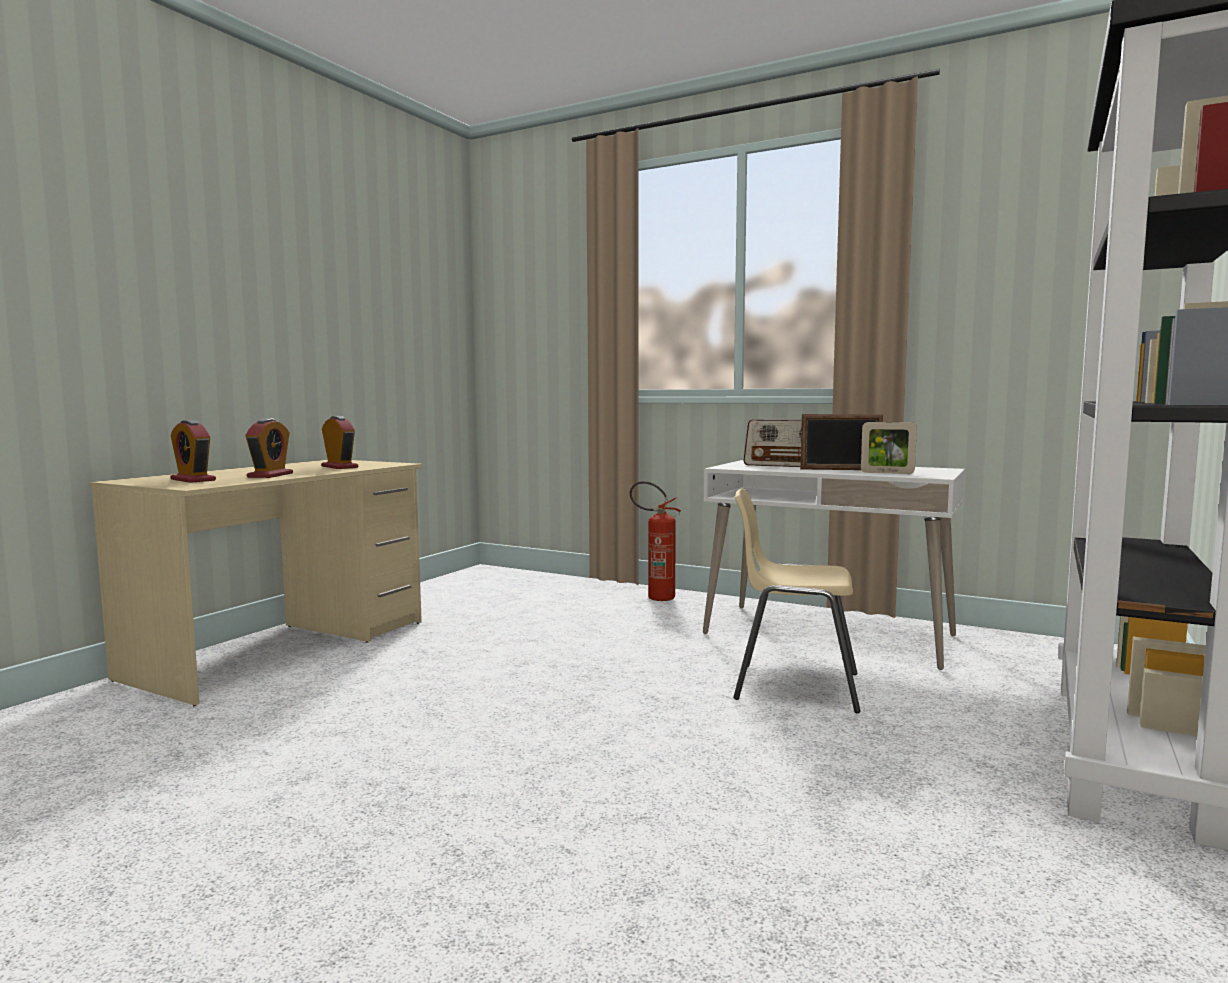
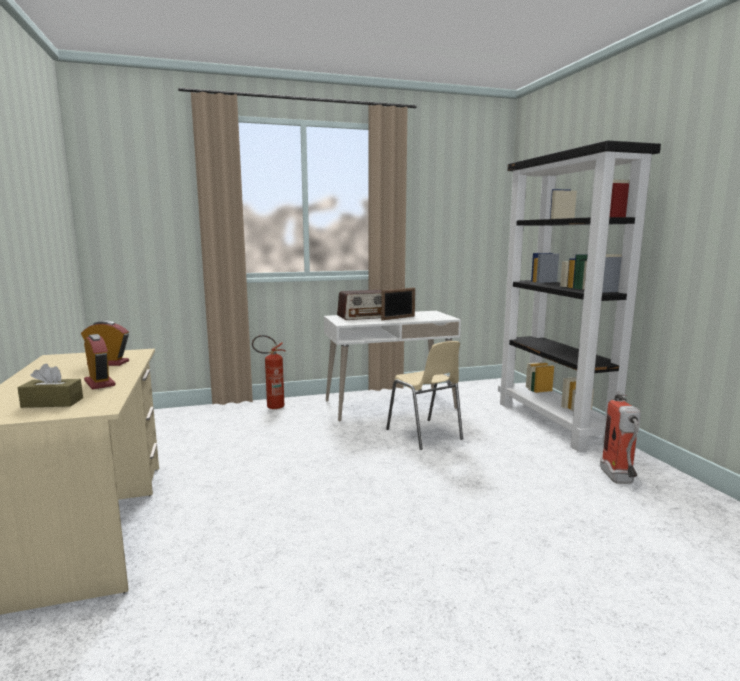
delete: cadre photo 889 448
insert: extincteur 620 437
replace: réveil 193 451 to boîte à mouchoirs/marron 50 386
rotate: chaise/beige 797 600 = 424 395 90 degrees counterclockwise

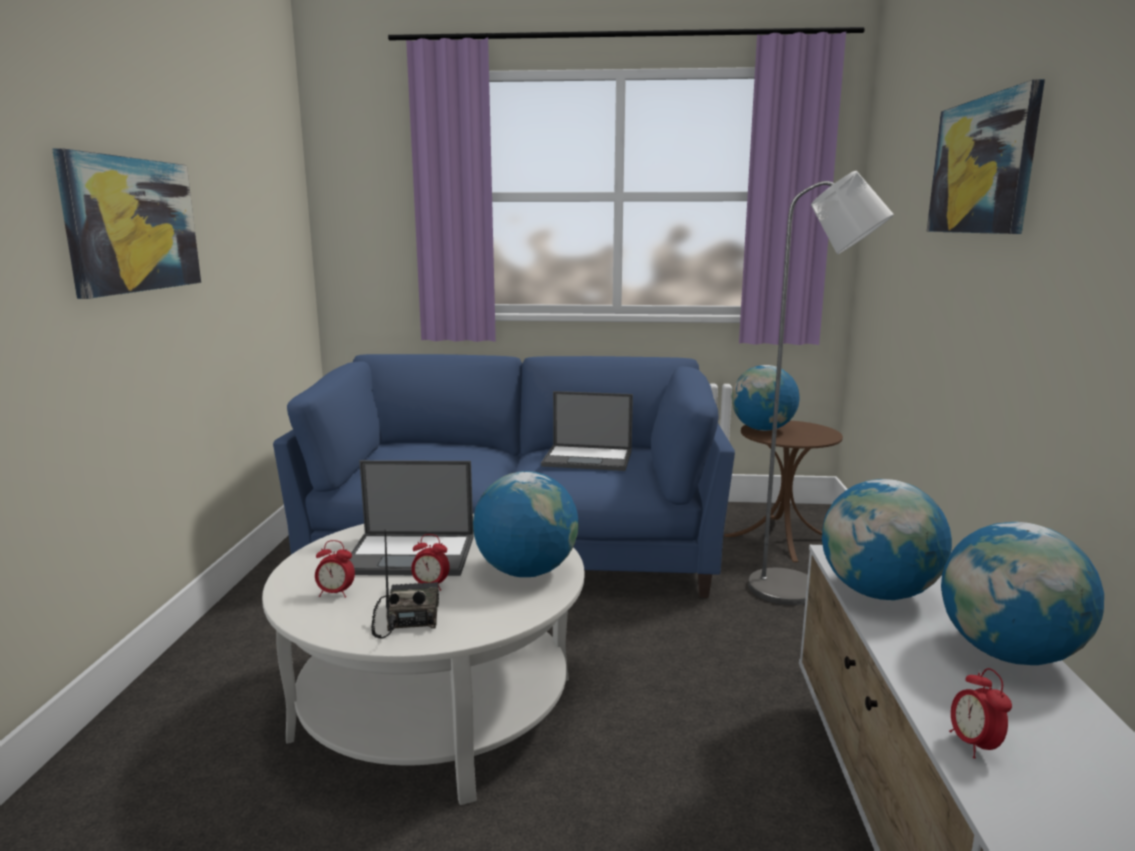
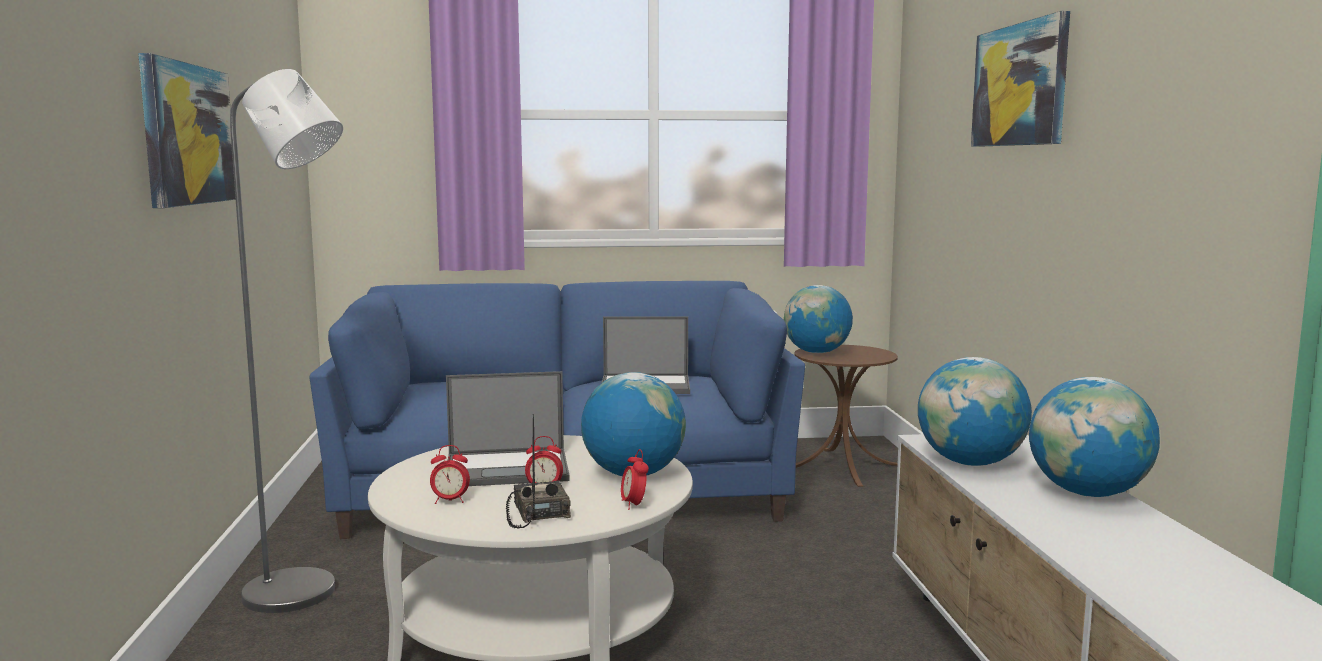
move: lampadaire/gris 821 388 to 286 341; réveil 980 713 to 635 479

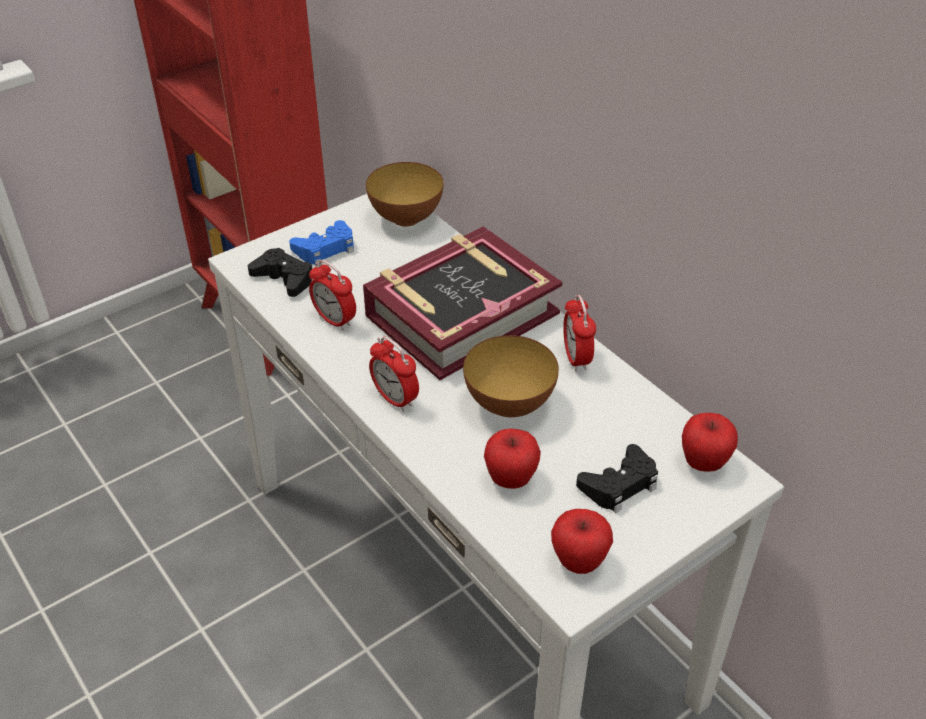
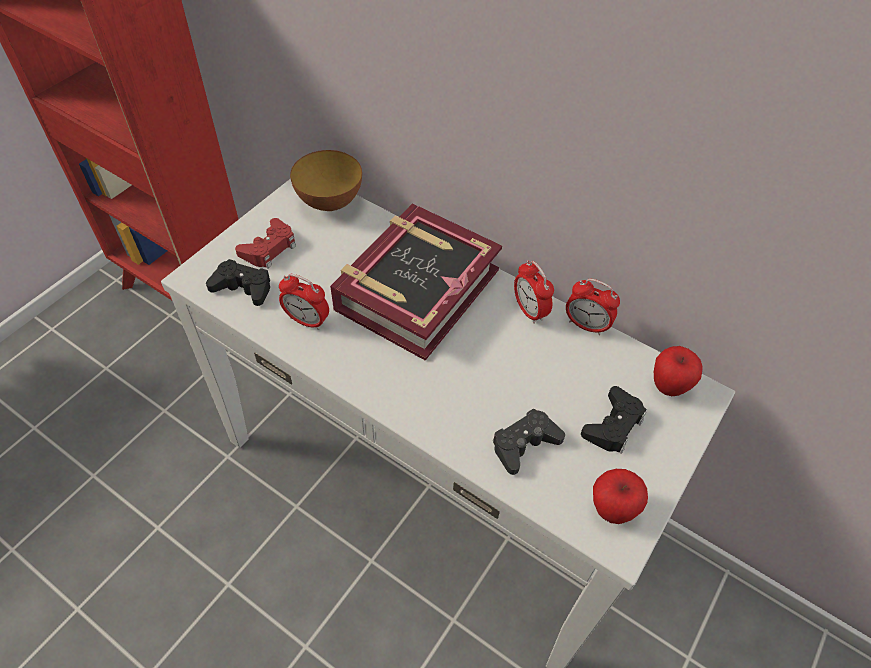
delete: bol 511 376
move: réveil 394 374 to 593 307
replace: pomme 512 459 to manette/noir 529 441
recolor: manette/bleu 321 243 to manette/rouge 265 243

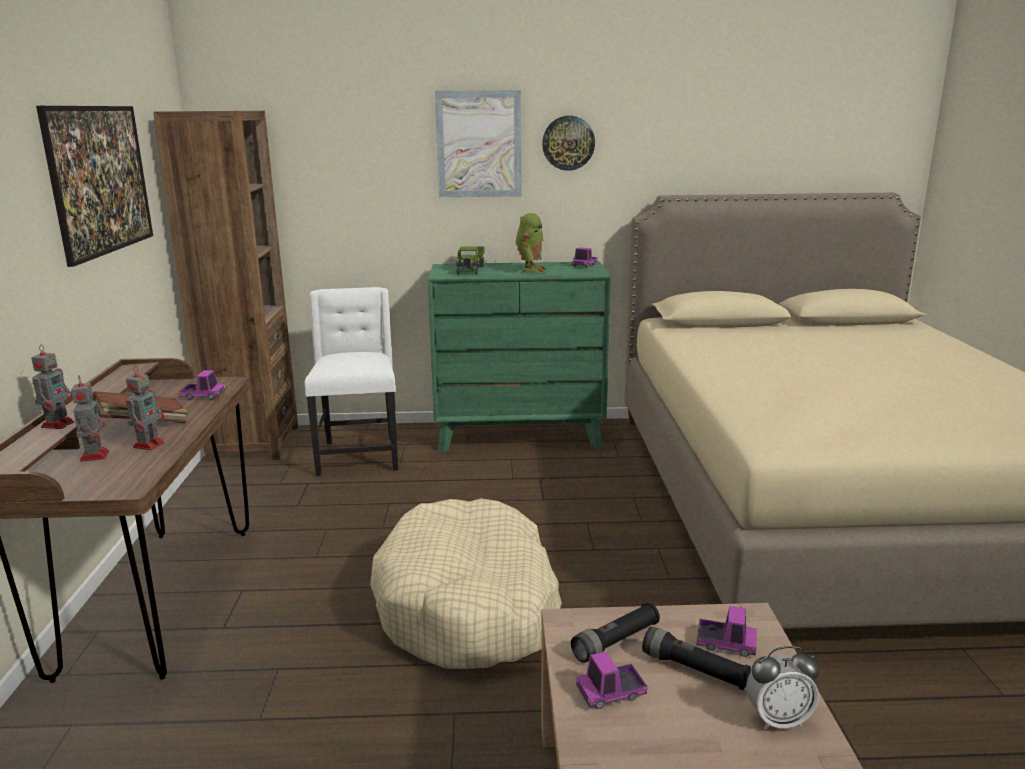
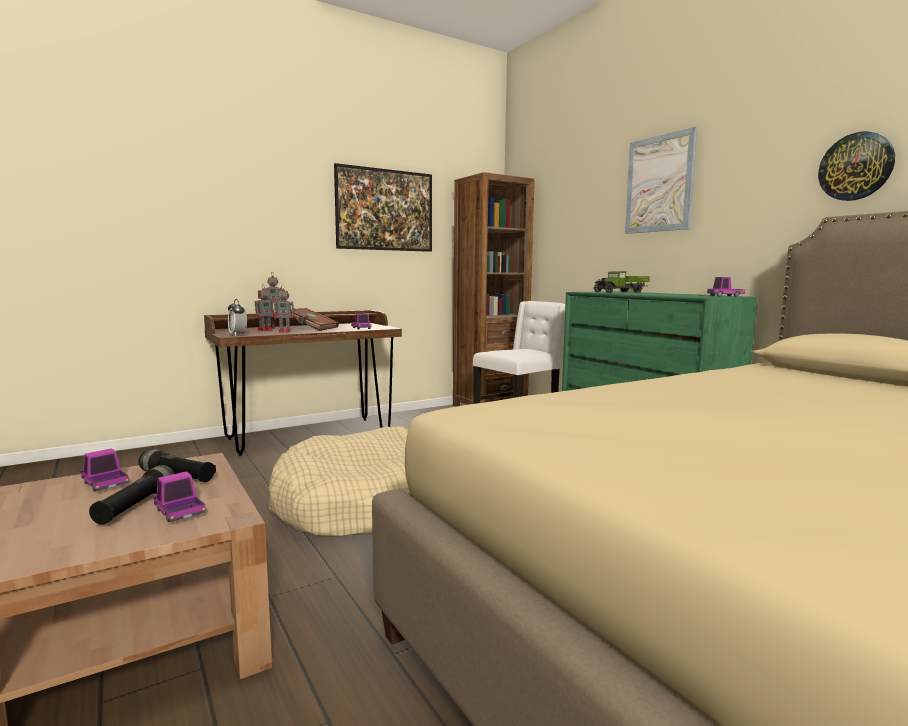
delete: robot jouet 531 243
move: réveil 782 688 to 237 317; horloge murale 568 143 to 856 166
rotate: camion jouet 726 631 = 179 496 150 degrees clockwise

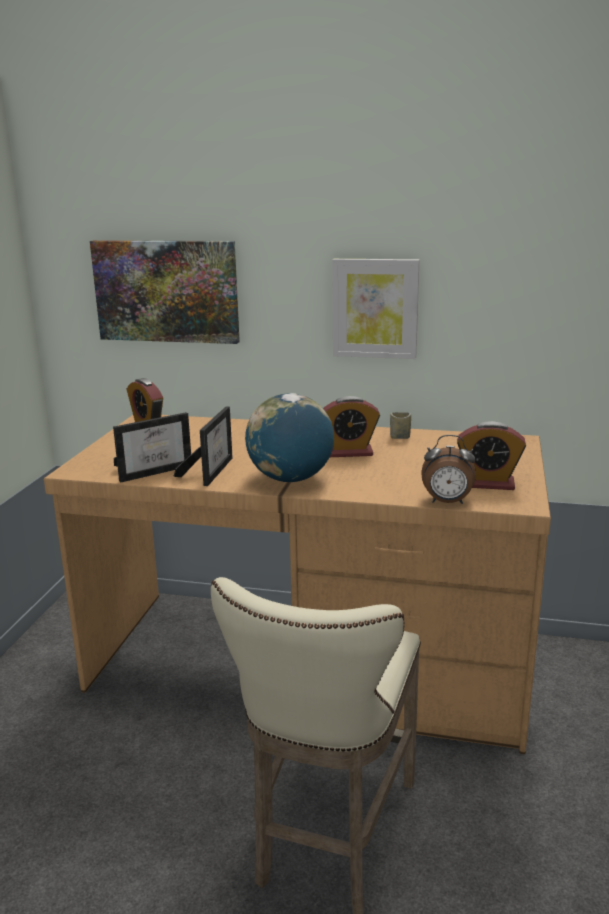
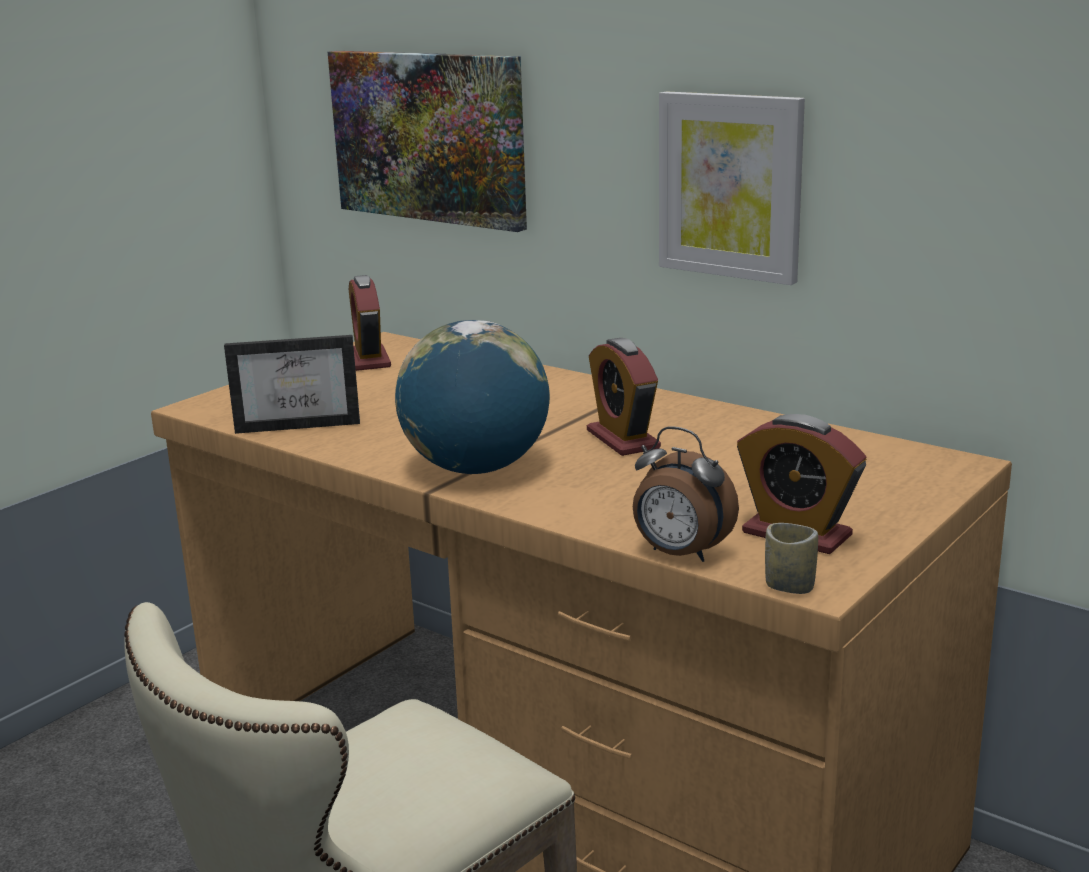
delete: cadre photo 203 446
move: tasse 400 425 to 791 558
rotate: réveil 351 426 = 624 397 45 degrees clockwise

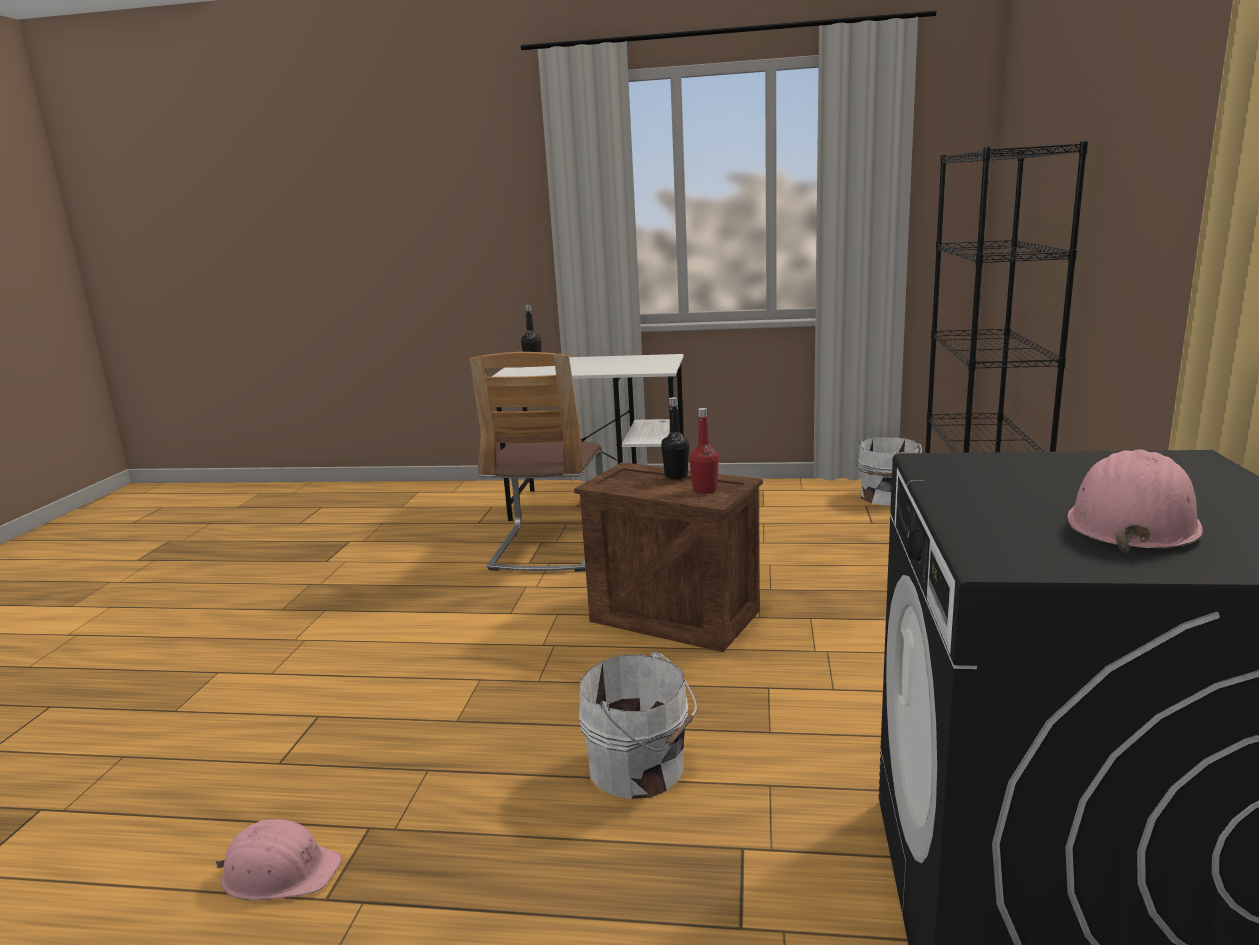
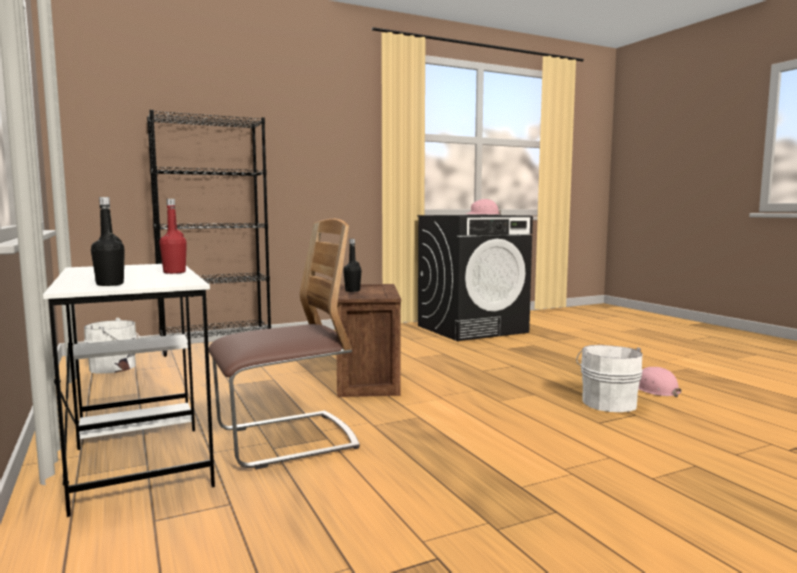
move: bouteille/rouge 704 451 to 173 236; seau/blanc 638 725 to 609 378

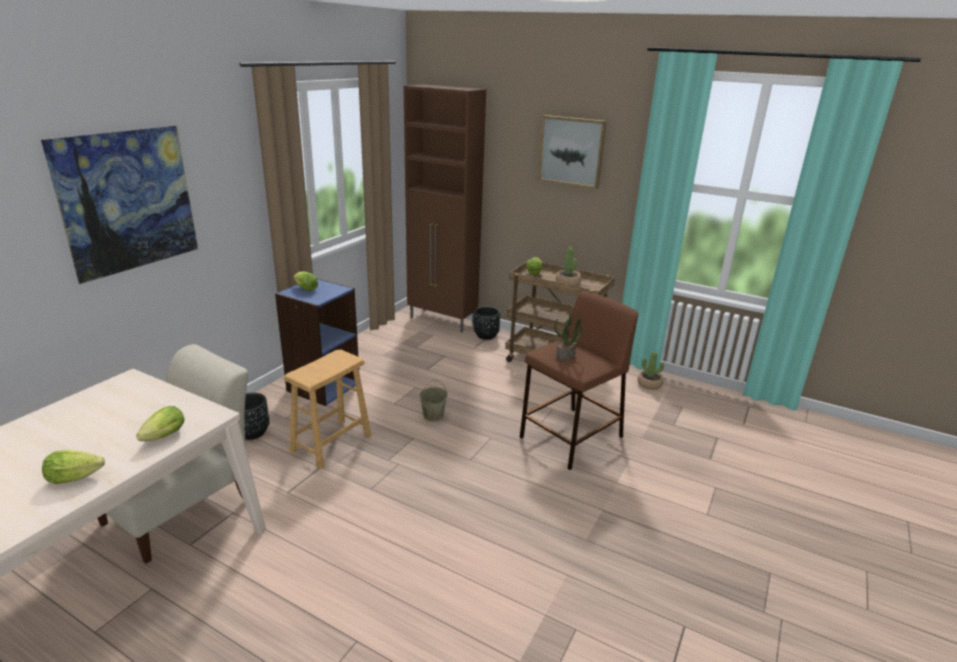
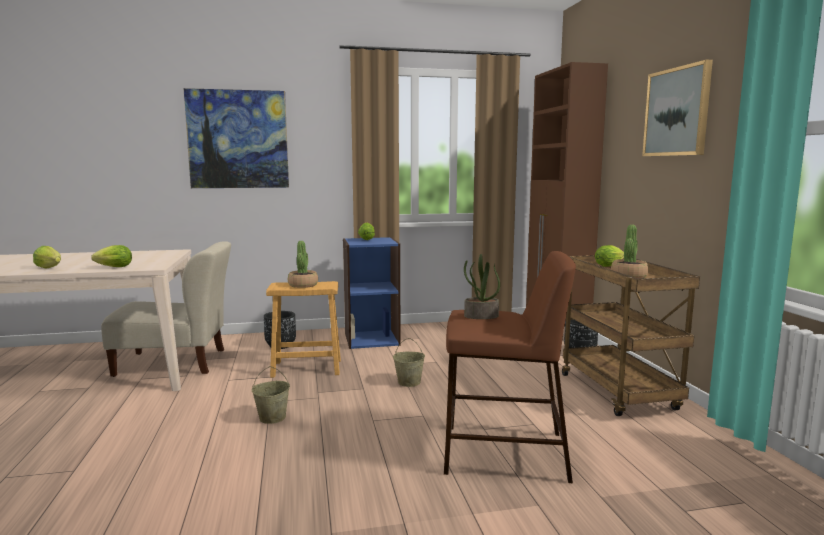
insert: seau/beige 271 395
move: plante en pot 651 370 to 303 264

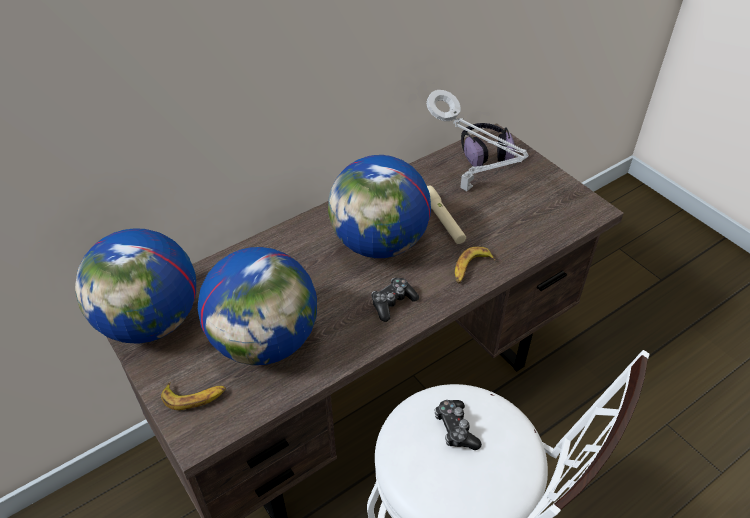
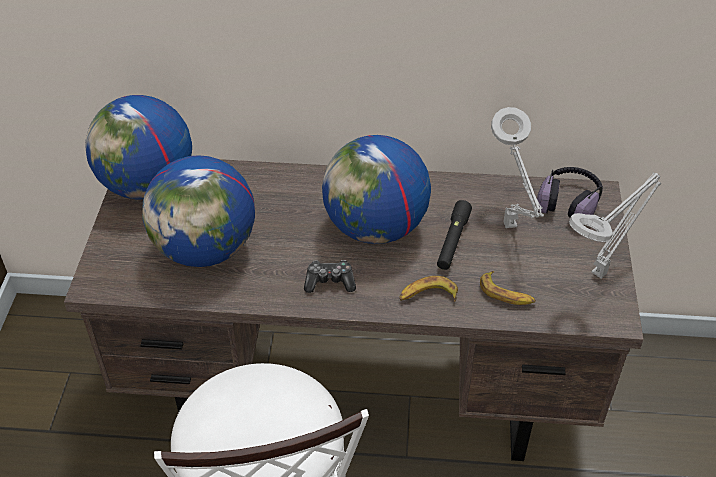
delete: manette 458 425
insert: lampe de table/gris 615 226
move: banane 193 396 to 508 288
recolor: lampe de poche/beige 446 214 to lampe de poche/noir 454 235

